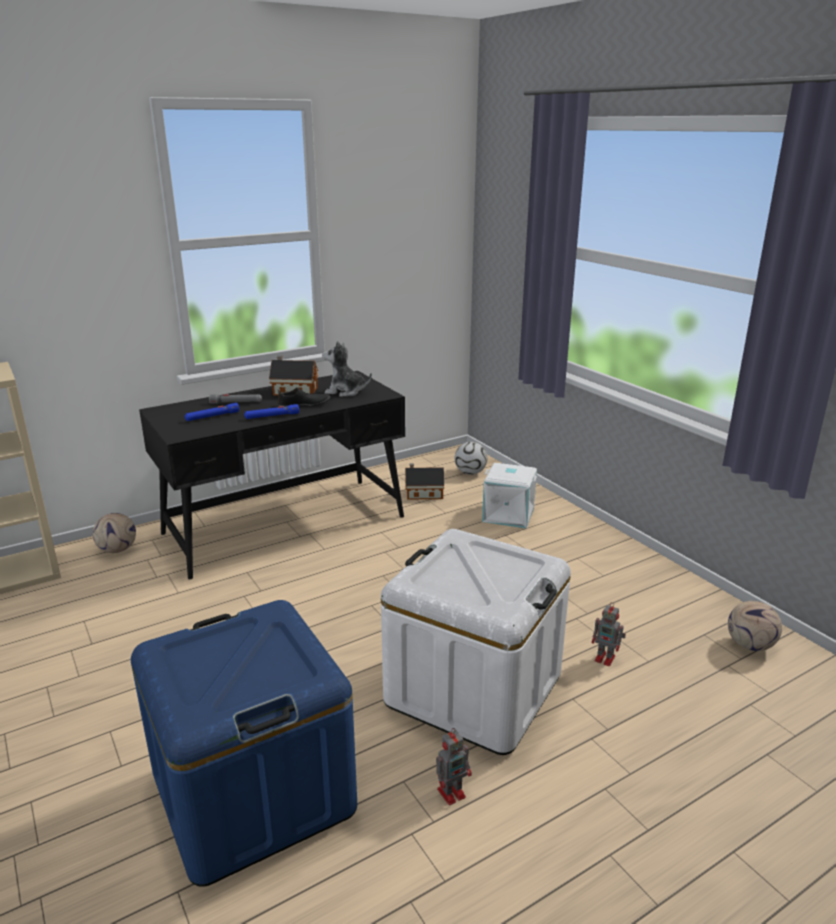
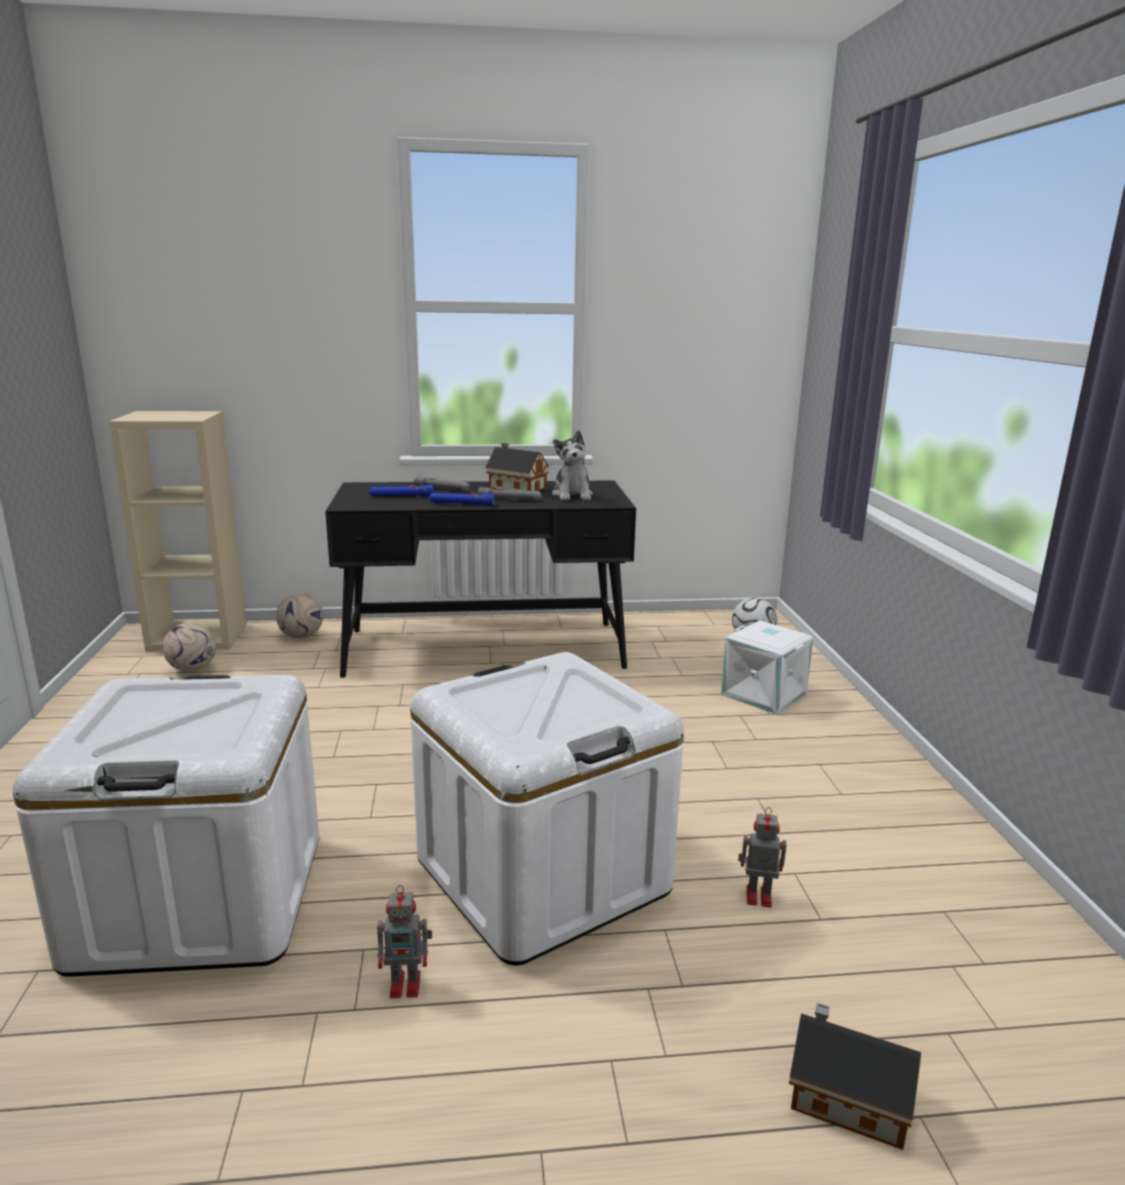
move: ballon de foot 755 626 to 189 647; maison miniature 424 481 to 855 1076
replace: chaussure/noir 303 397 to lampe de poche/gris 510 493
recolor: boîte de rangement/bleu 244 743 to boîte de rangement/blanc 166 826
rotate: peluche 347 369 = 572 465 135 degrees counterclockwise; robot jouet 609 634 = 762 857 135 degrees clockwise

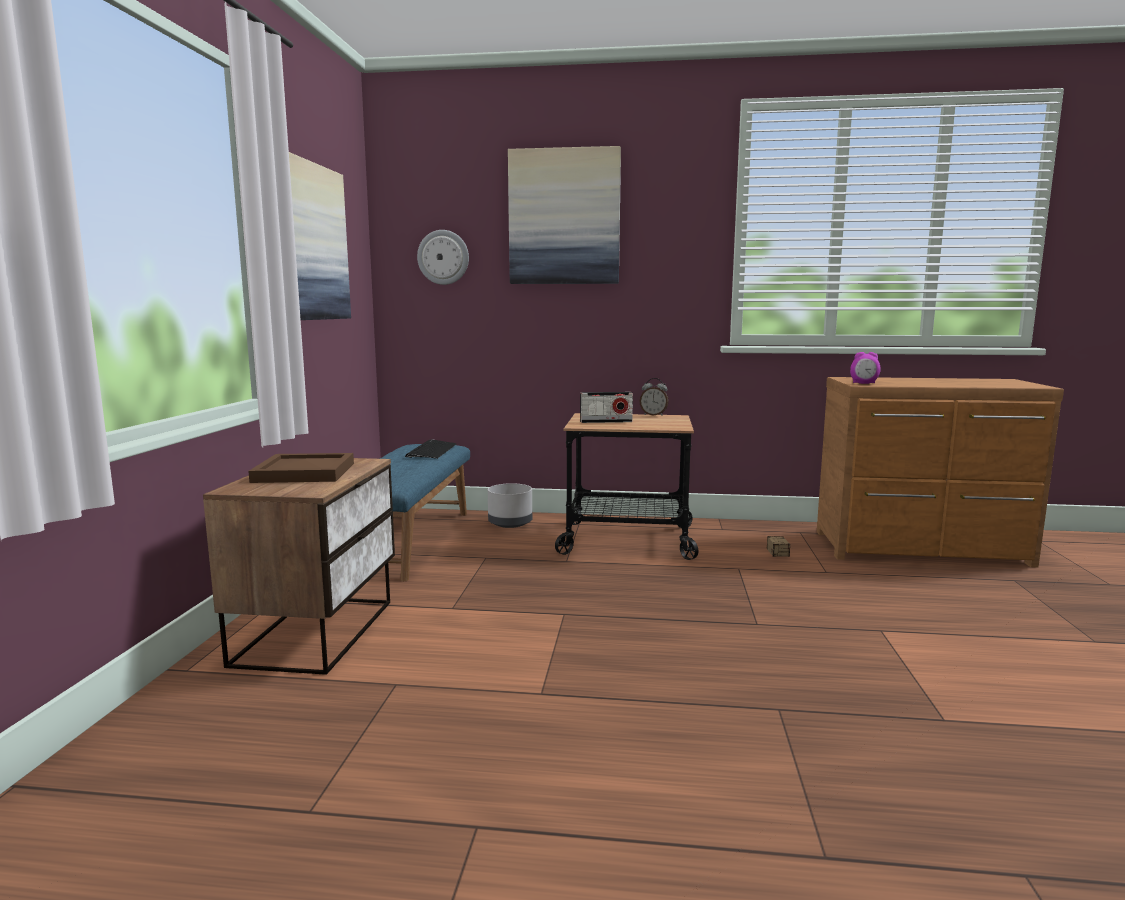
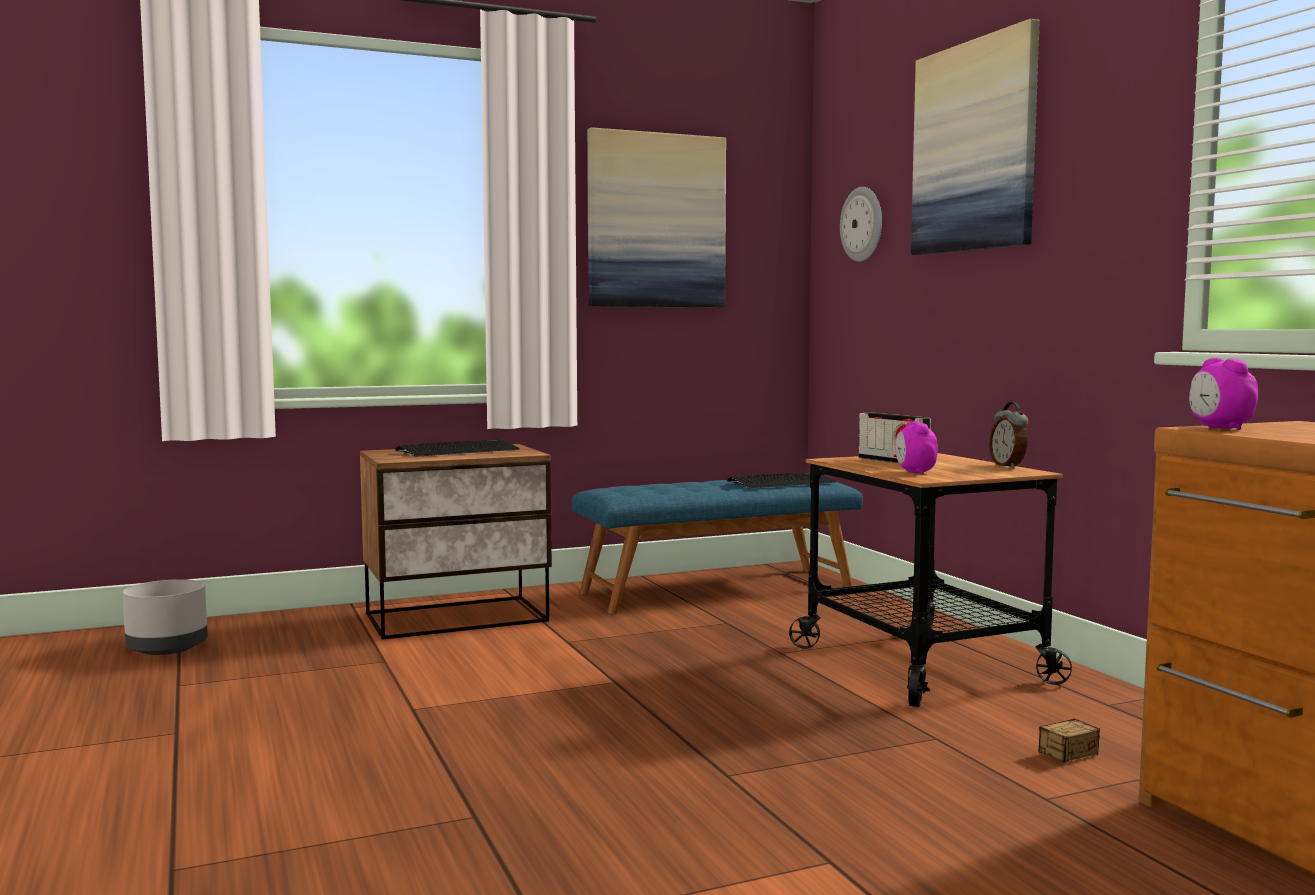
insert: réveil 917 447
move: cache-pot/gris 510 505 to 165 617
replace: plateau/marron 301 468 to clavier 457 448

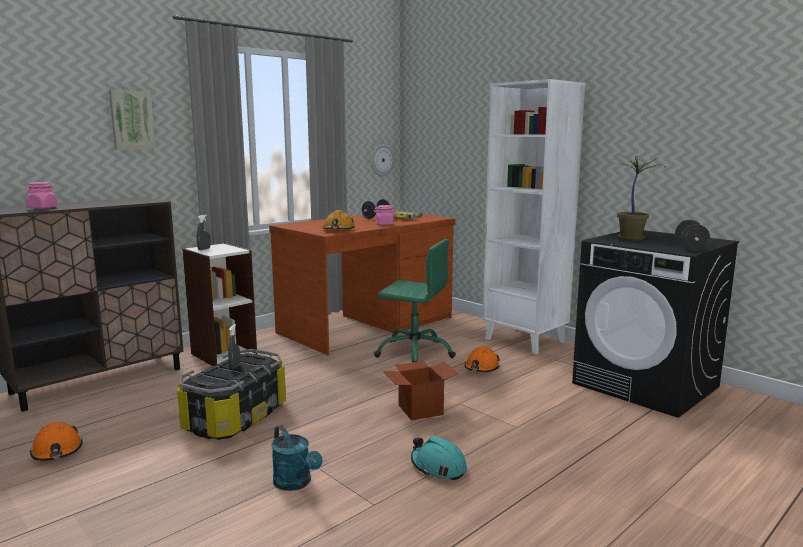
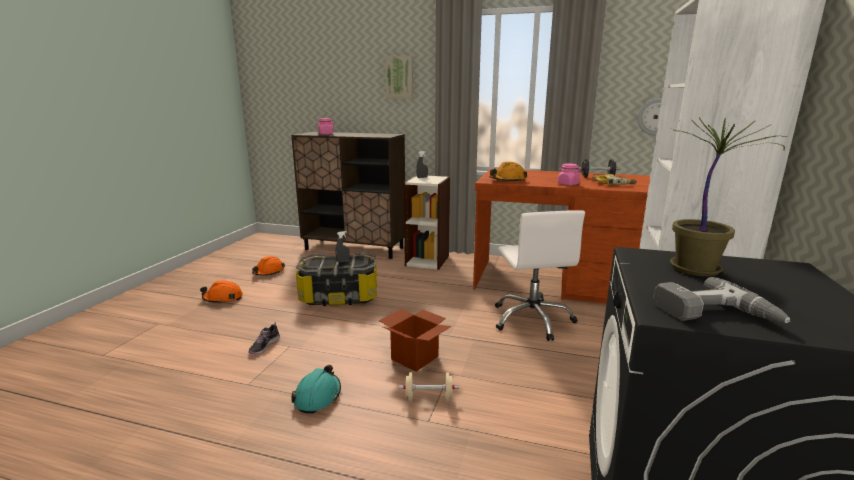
insert: haltère/beige 429 387
move: casque de chantier/orange 482 359 to 221 292
replace: arrosoir/turquoise 296 458 to chaussure 264 338; haltère/noir 692 235 to perceuse 721 300
recolor: chaise de bureau/vert 415 300 to chaise de bureau/blanc 540 275

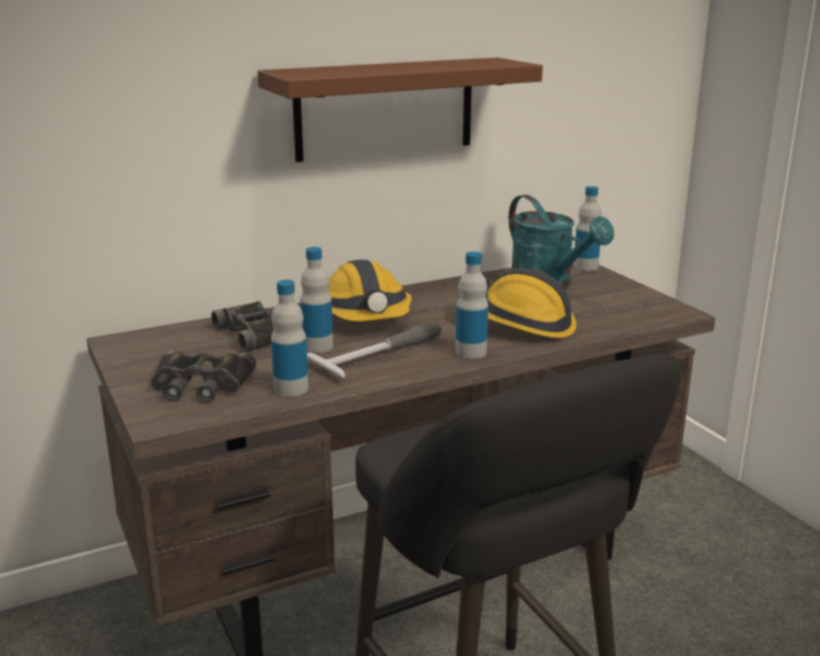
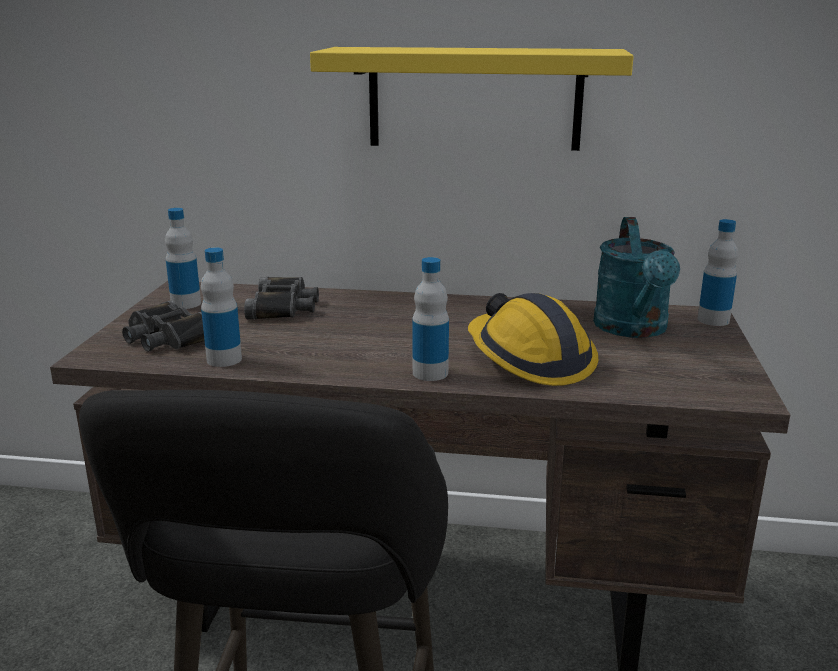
delete: marteau 374 350; casque de chantier 370 291
move: bouteille 316 300 to 183 258
recolor: étagère/marron 400 110 to étagère/jaune 472 99

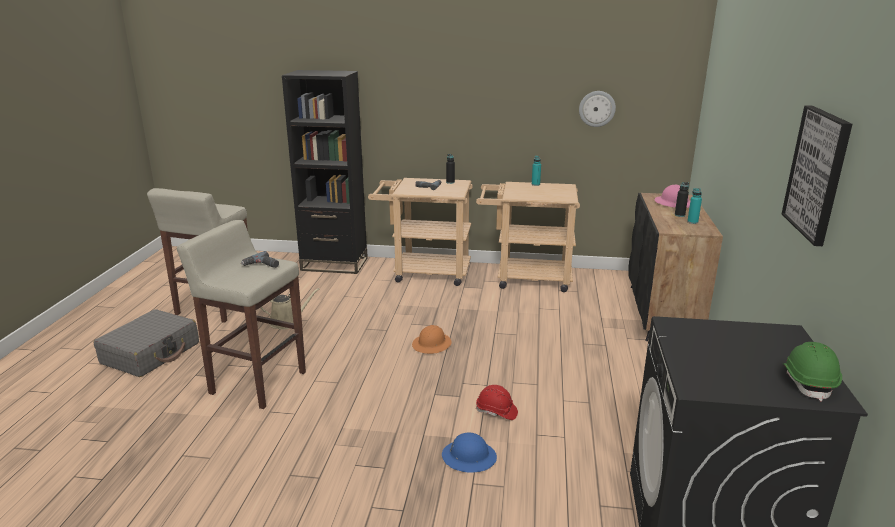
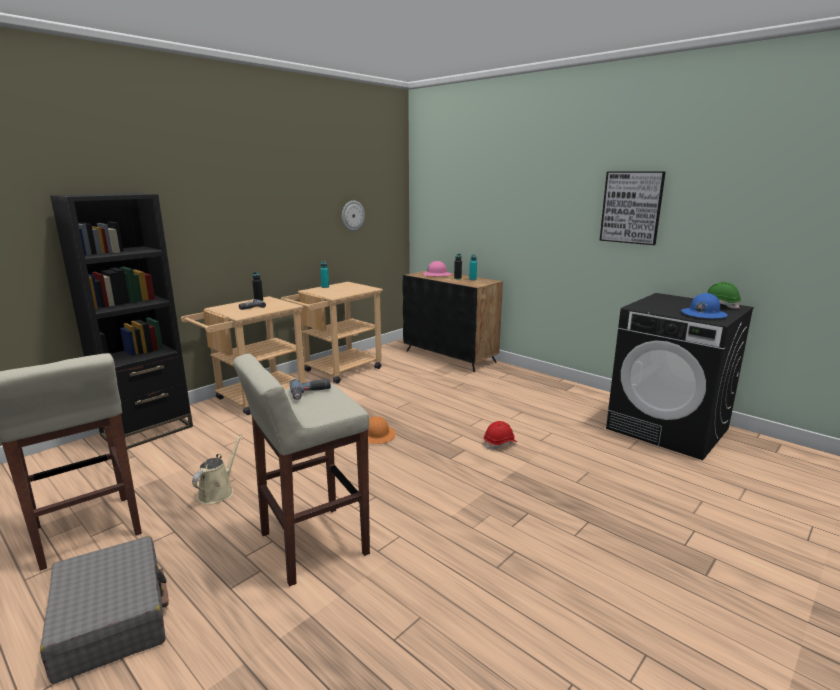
move: casque de chantier/bleu 469 453 to 704 306

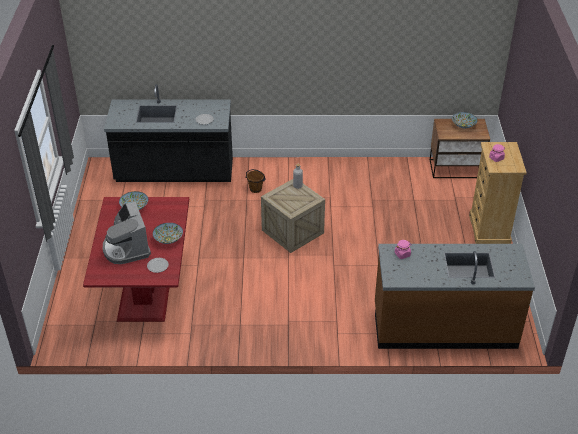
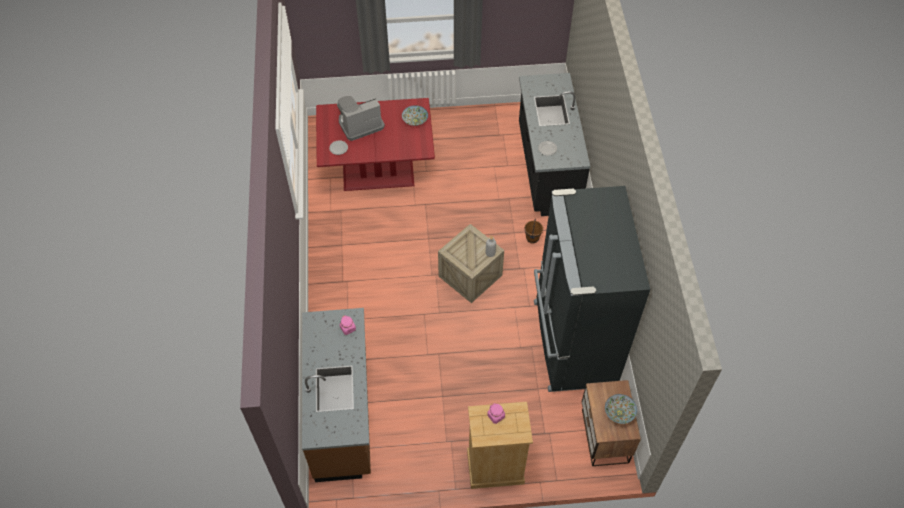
delete: bol 168 233
insert: réfrigérateur/noir 592 289

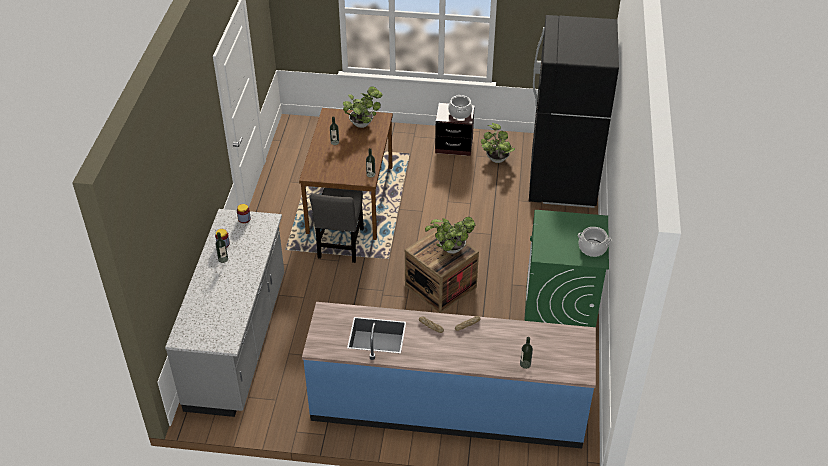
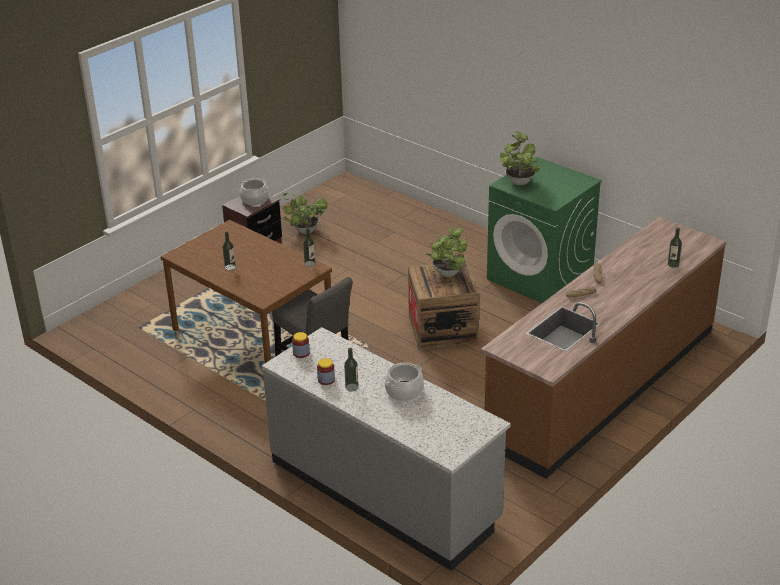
delete: réfrigérateur/noir 574 111
move: marmite 594 242 to 404 381; plante en pot 363 107 to 520 158
recolor: comptoir de cuisine/bleu 449 375 to comptoir de cuisine/marron 603 348

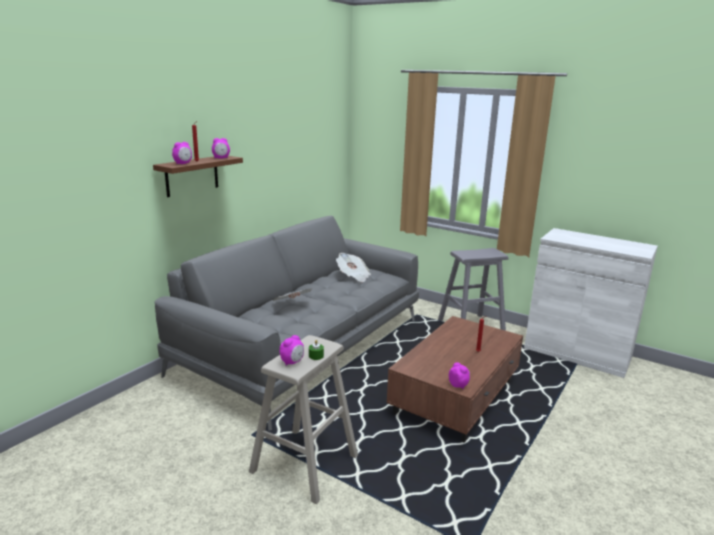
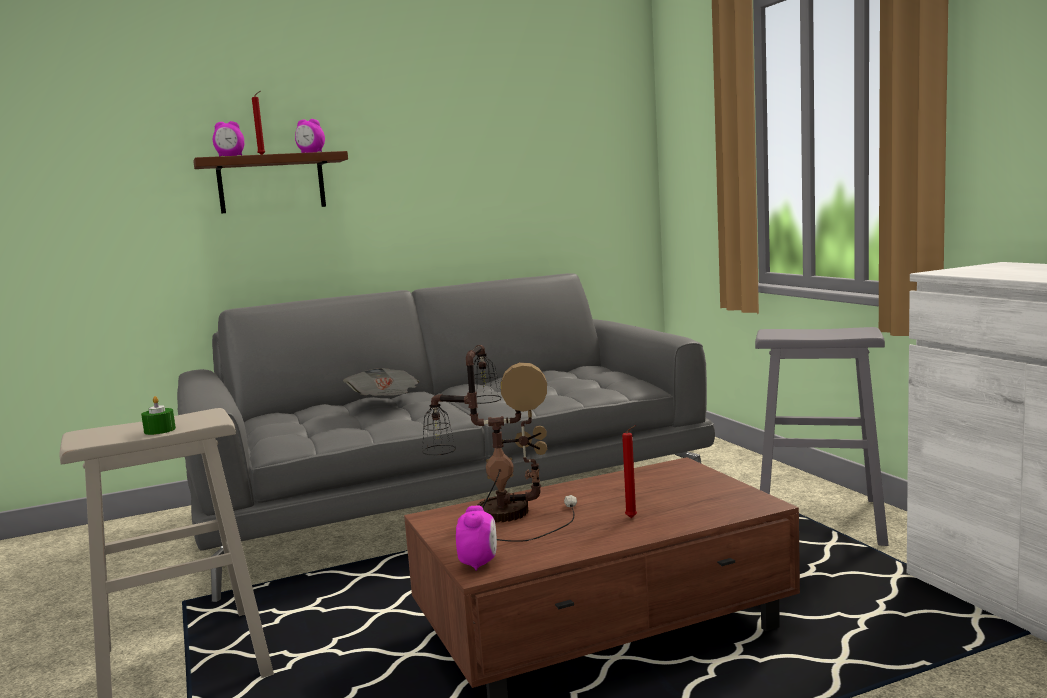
delete: réveil 292 350; journal 353 267
insert: lampe de table 499 443

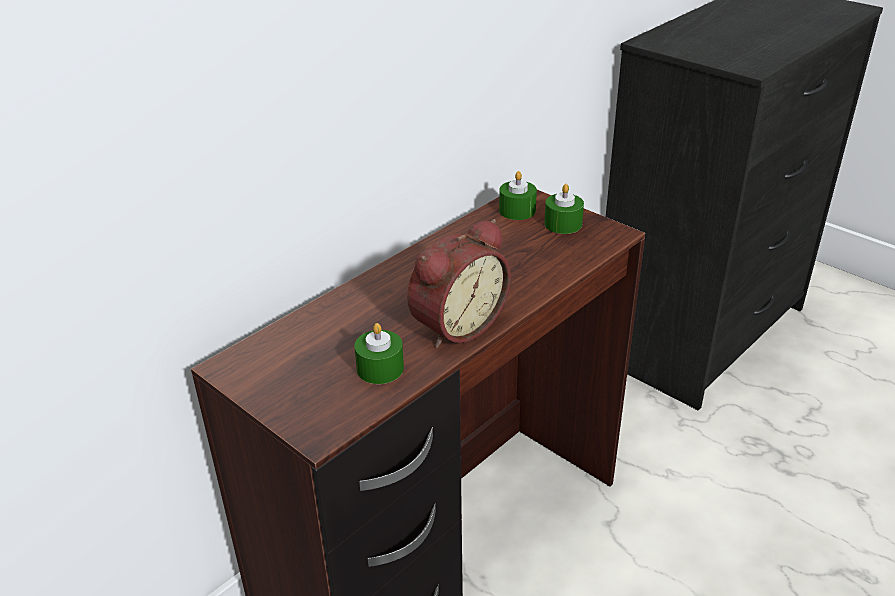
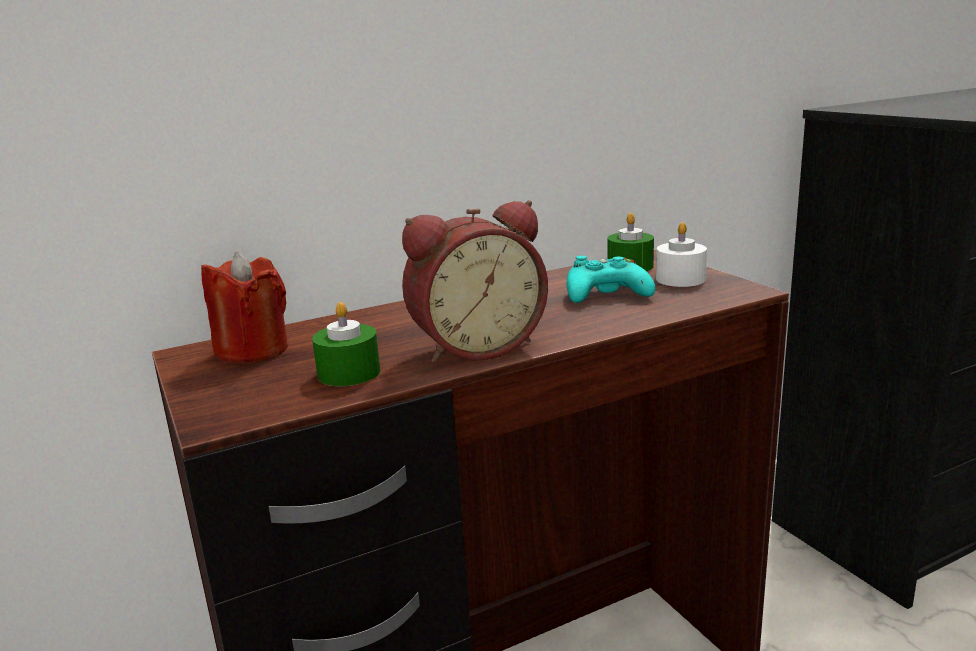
insert: bougie/rouge 244 307; manette/turquoise 611 279
recolor: bougie/vert 564 209 to bougie/blanc 681 254

